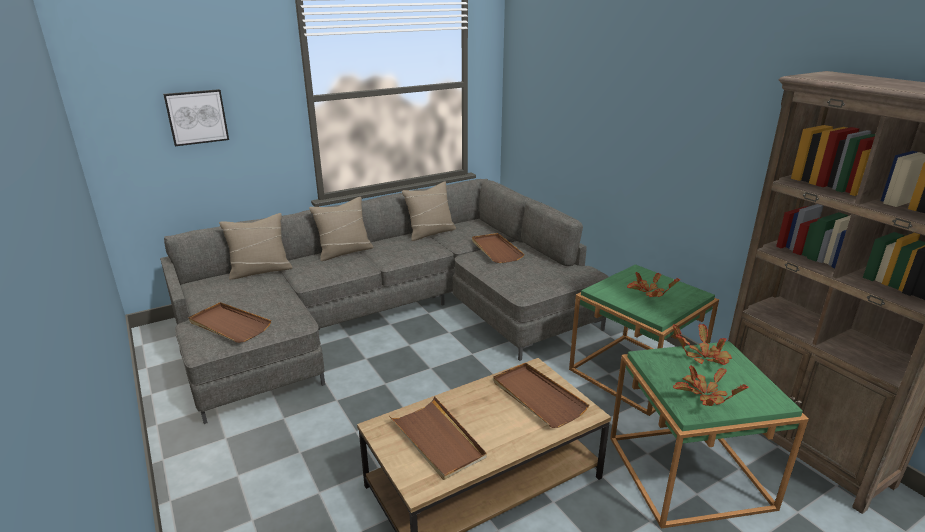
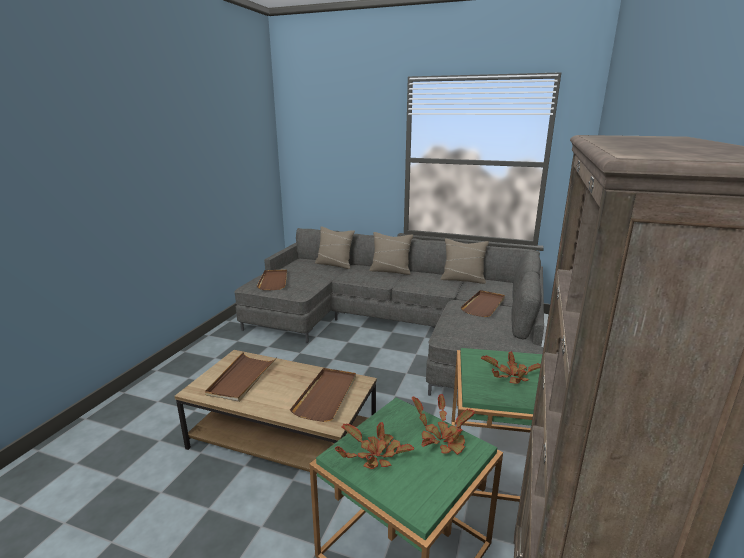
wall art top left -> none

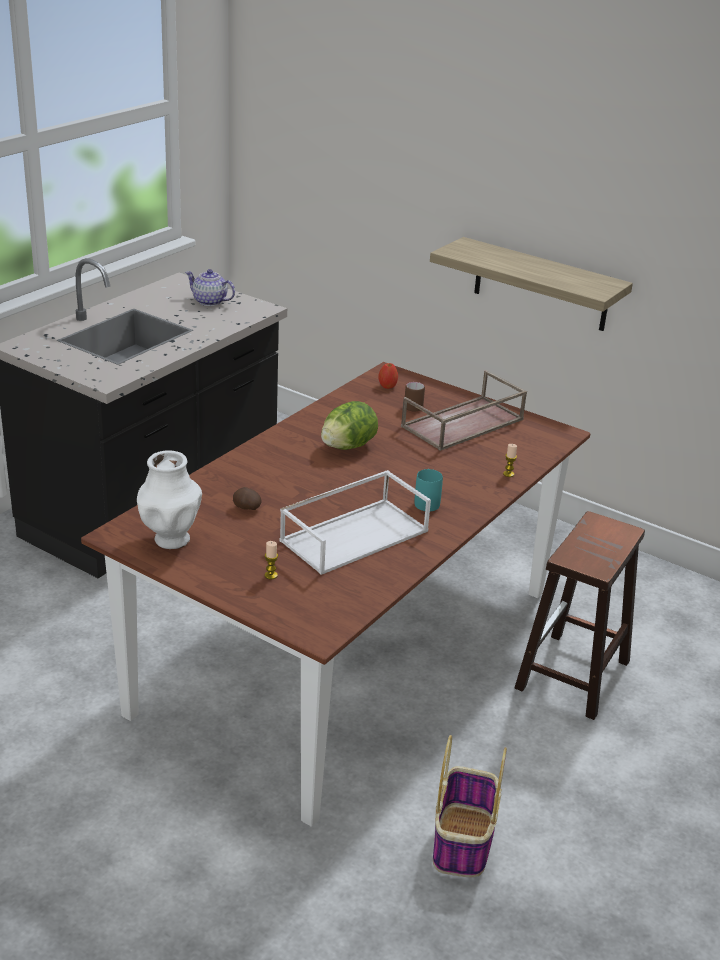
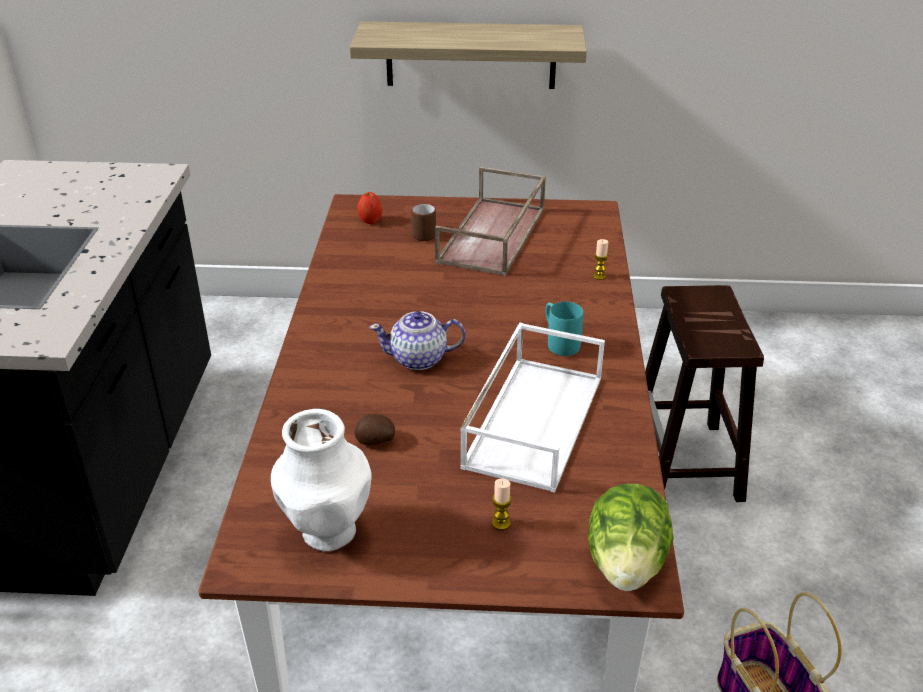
pot for tea top left -> pot for tea centre, relocated
lettuce head centre -> lettuce head bottom right, relocated

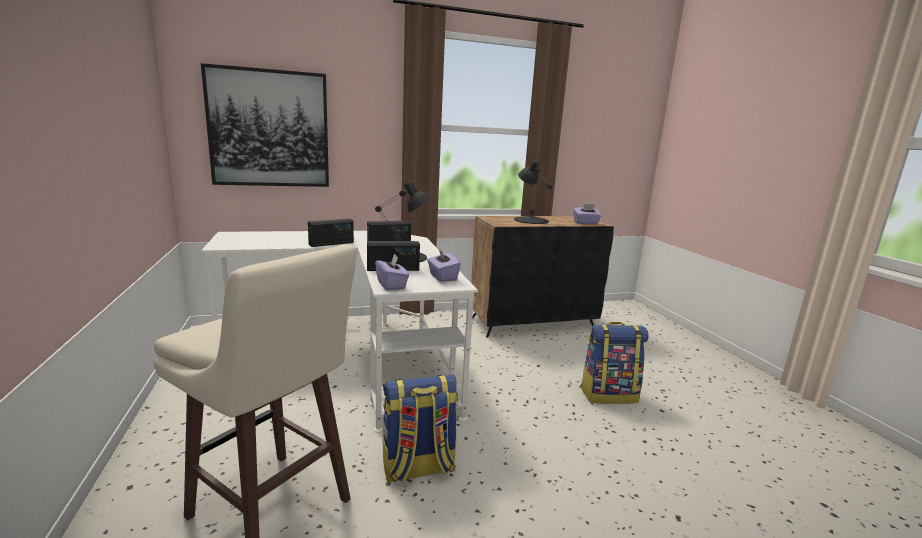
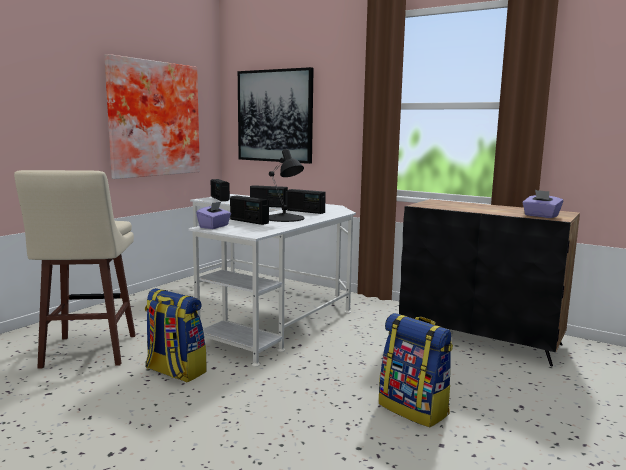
none -> wall art (no. 1 from left) top left
none -> radio set (no. 1 from left) centre
box of tissues (purple-coloured) (no. 2 from left) centre -> none
tabletop lamp (black) (no. 2 from left) centre -> none

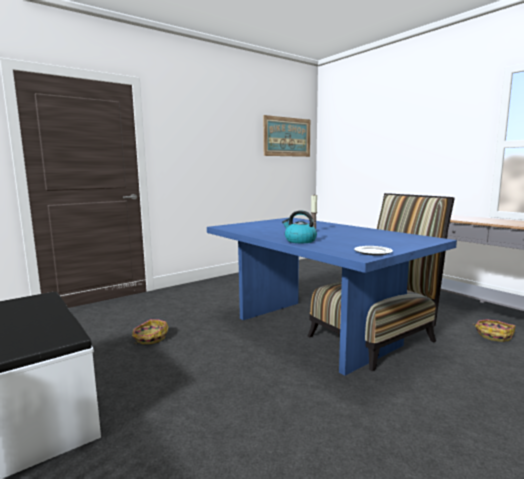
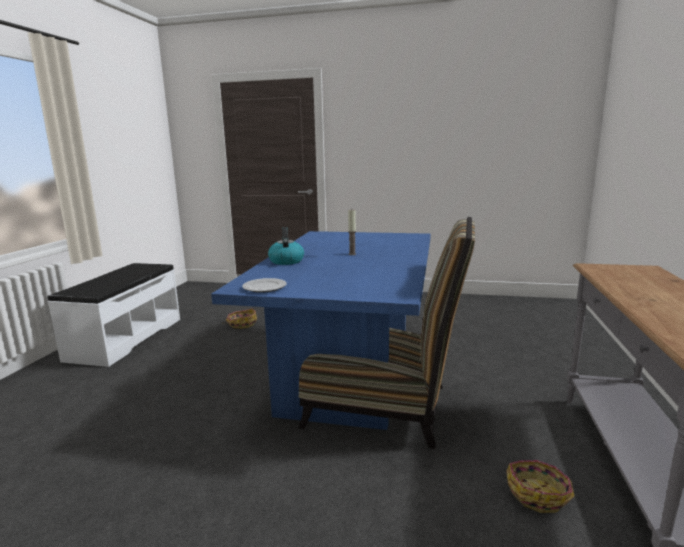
wall art top centre -> none

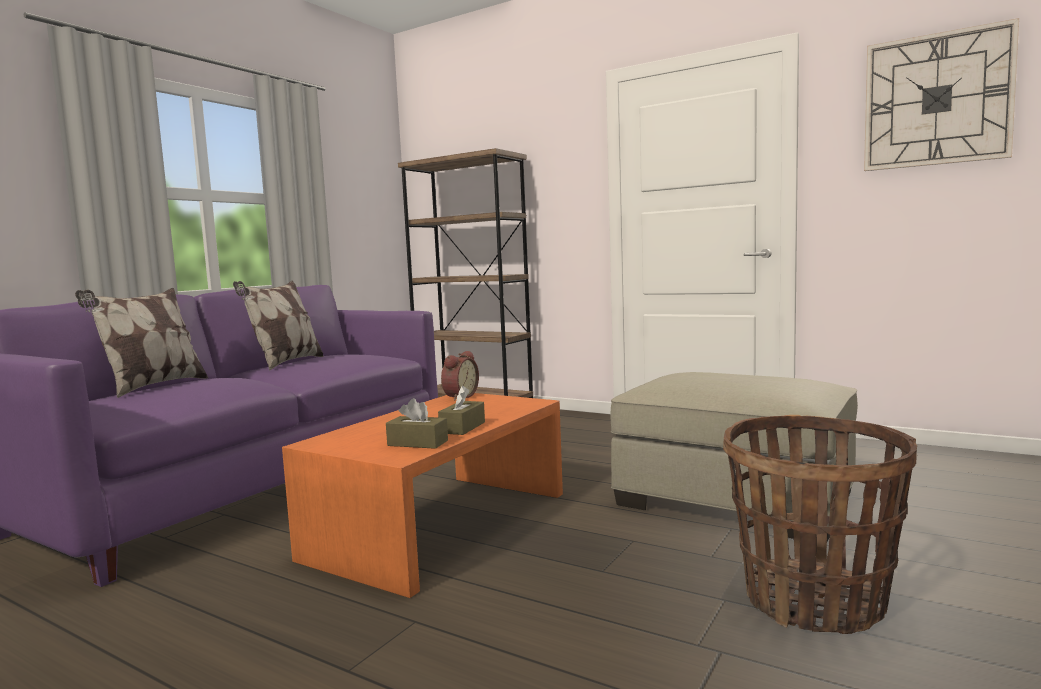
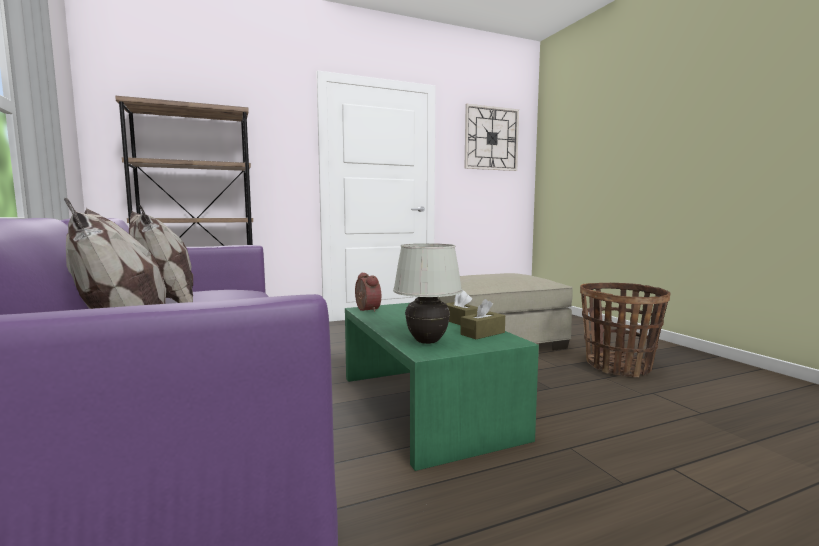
lounge table (orange) bottom centre -> lounge table (green-coloured) bottom centre
none -> tabletop lamp (white) centre

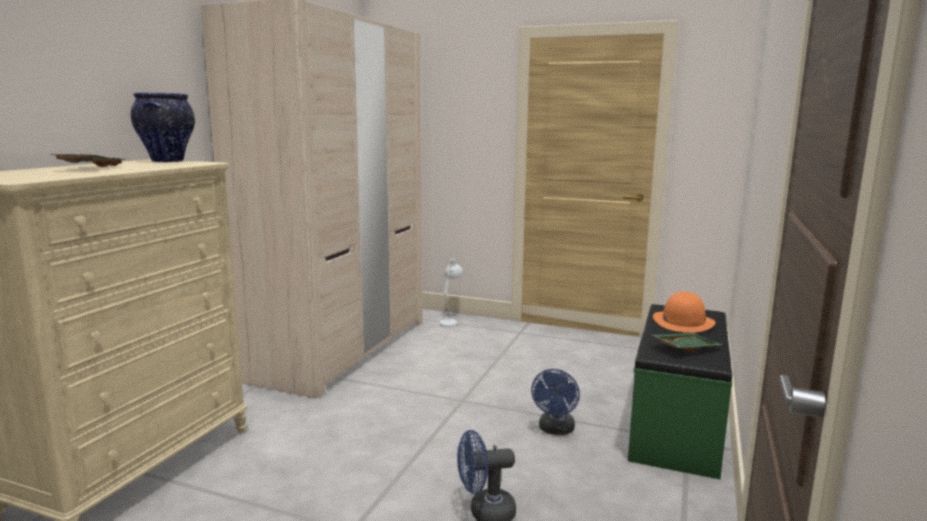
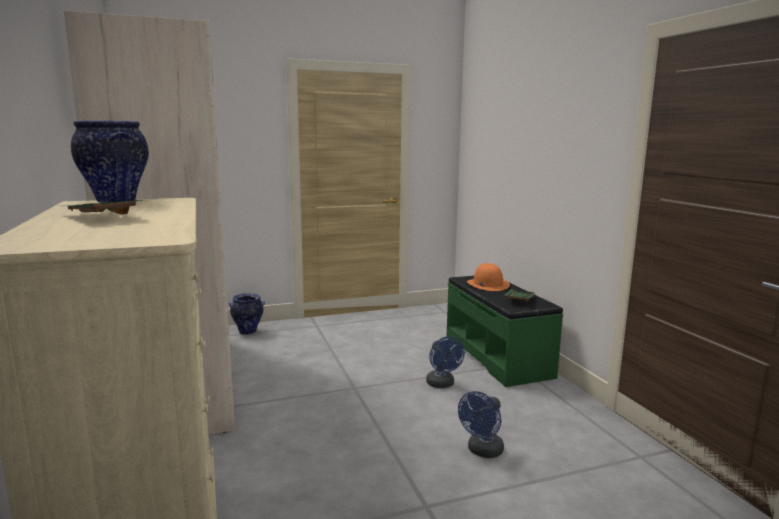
tabletop lamp (white) centre -> decorative vase (no. 2 from left) middle left

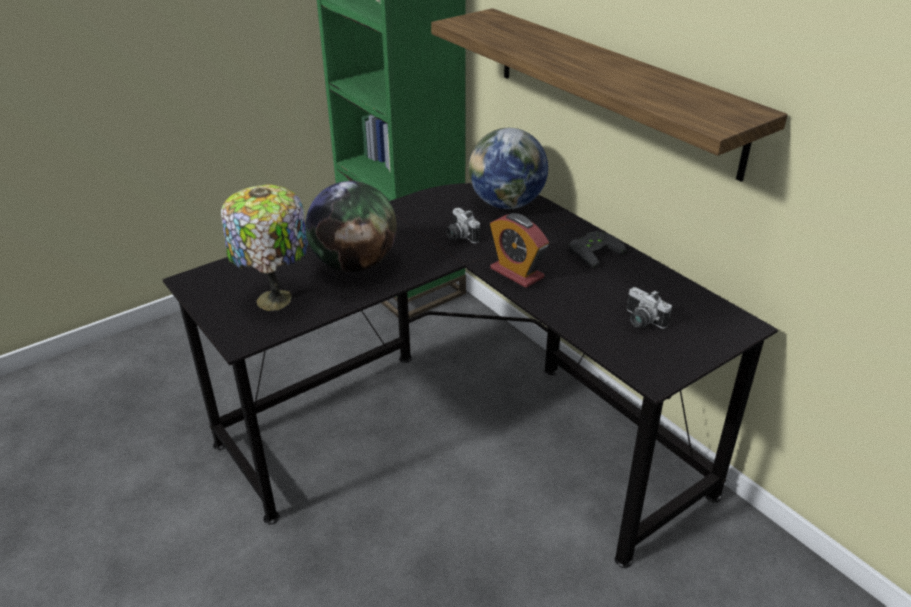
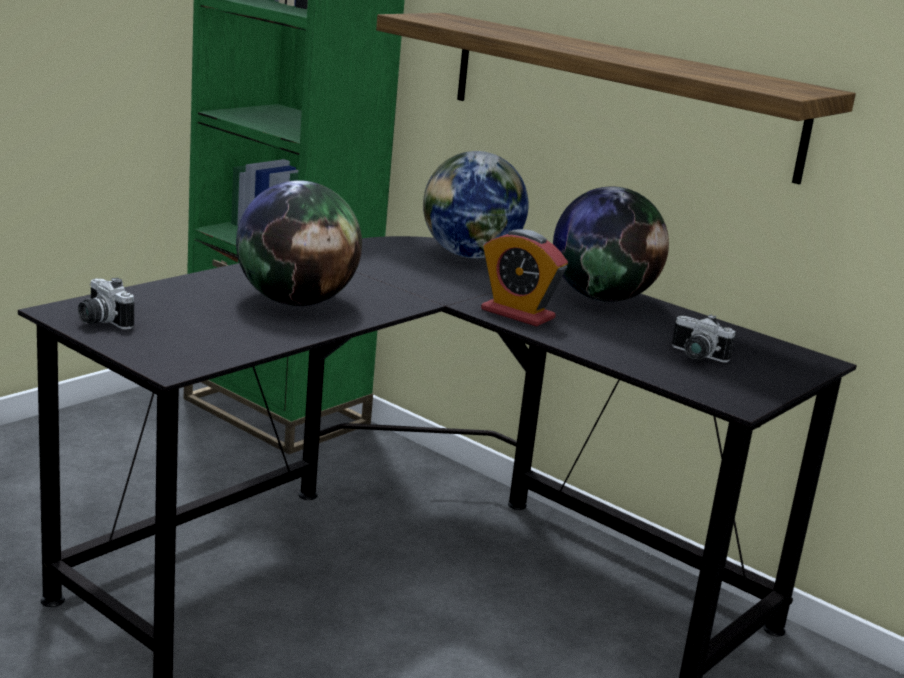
still camera (no. 1 from left) centre -> still camera (no. 1 from left) middle left, relocated
joypad (black) centre -> globe (no. 3 from left) middle right
tabletop lamp middle left -> none

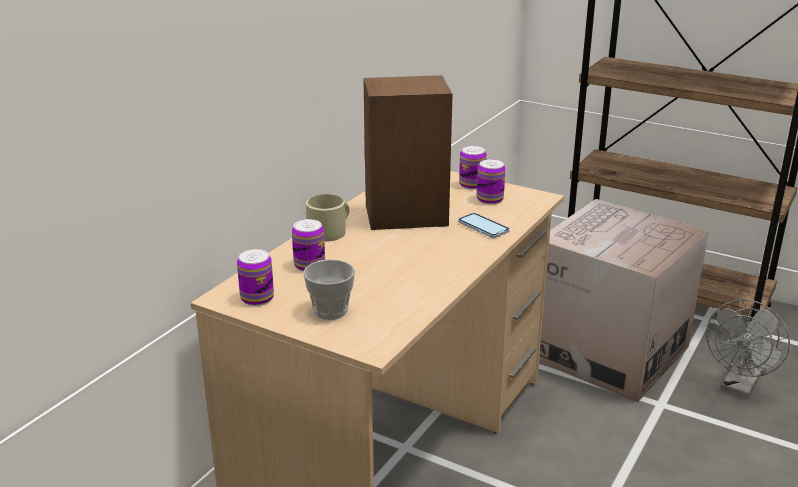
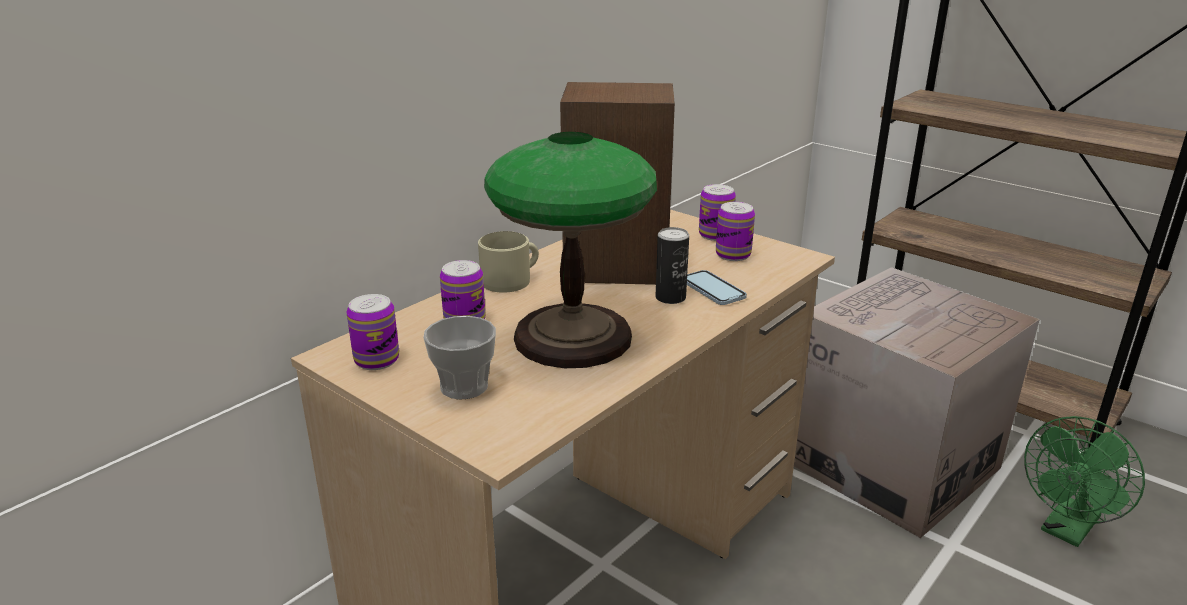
none -> tabletop lamp centre
none -> can (no. 3 from left) centre
cooling fan (gray) bottom right -> cooling fan (green-coloured) bottom right

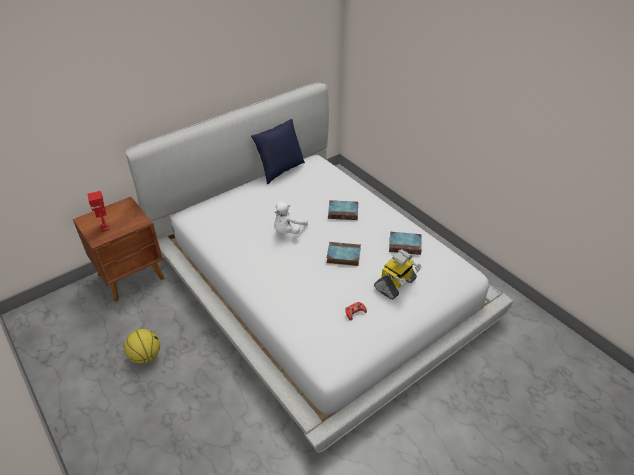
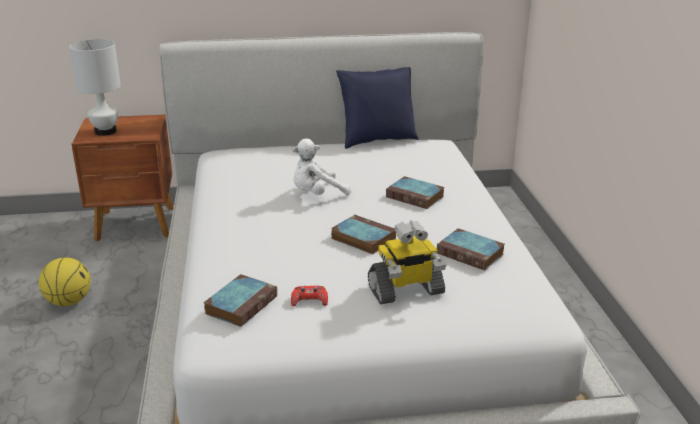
robot figure (no. 1 from left) middle left -> tabletop lamp (white) top left
none -> book (no. 1 from left) bottom centre

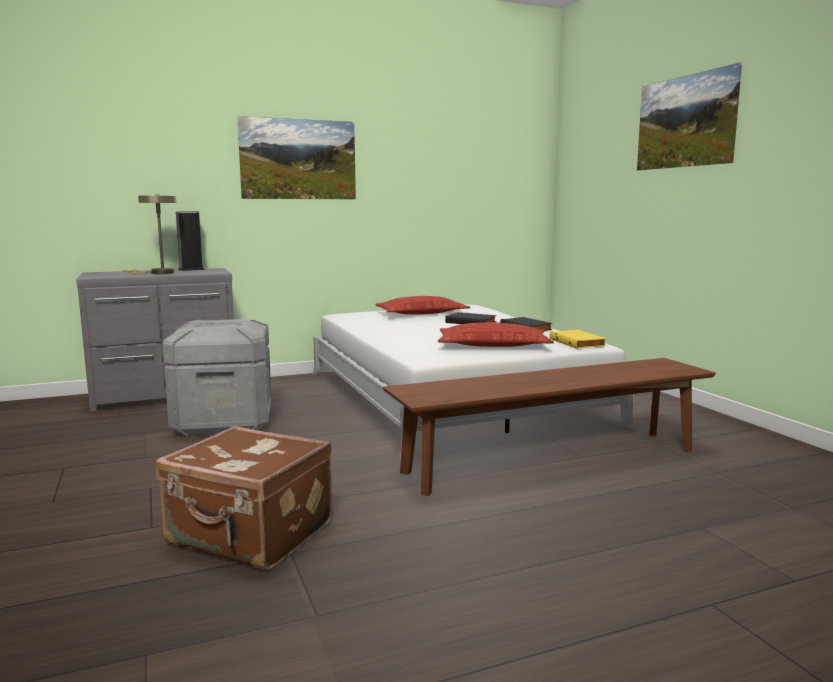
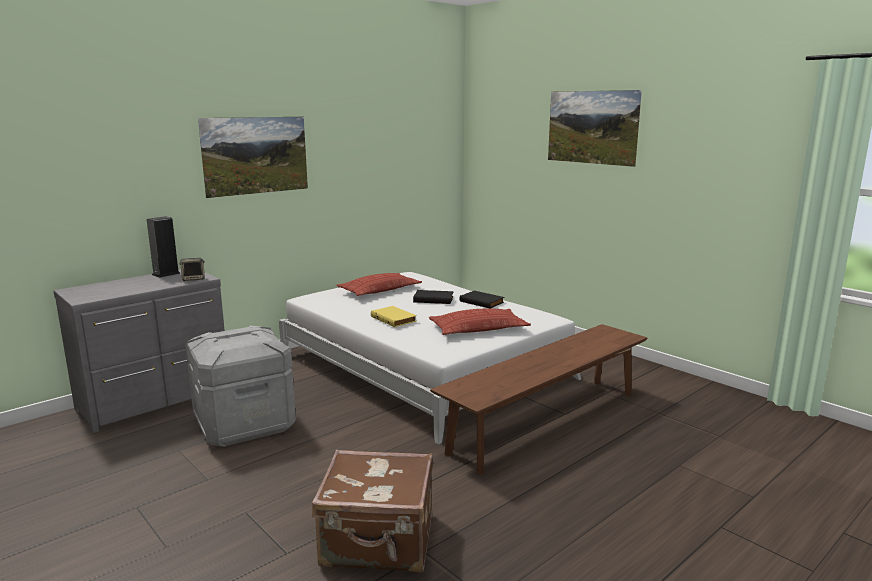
none -> speaker (no. 2 from left) middle left
book (yellow-coloured) middle right -> book (yellow-coloured) centre, relocated
tabletop lamp (beige) middle left -> none

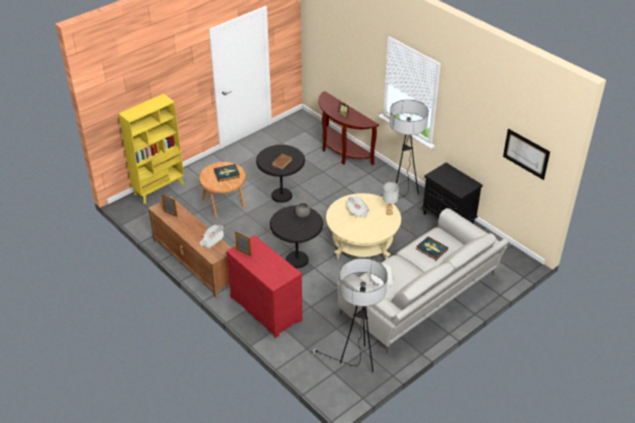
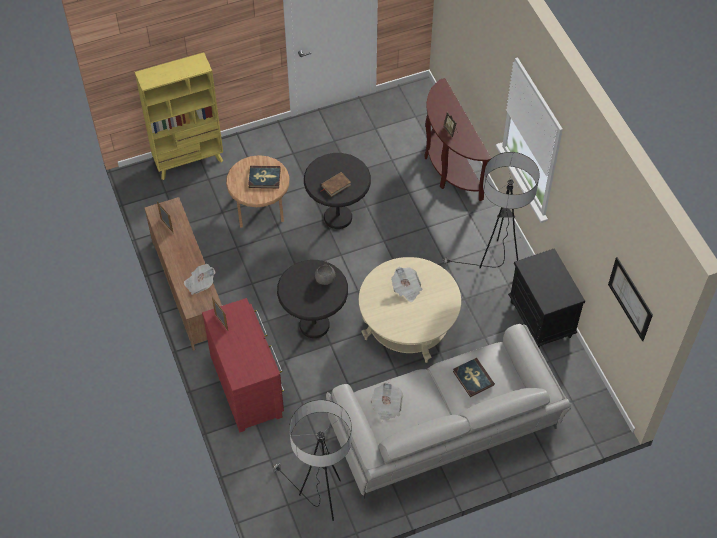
tabletop lamp (gray) centre -> none

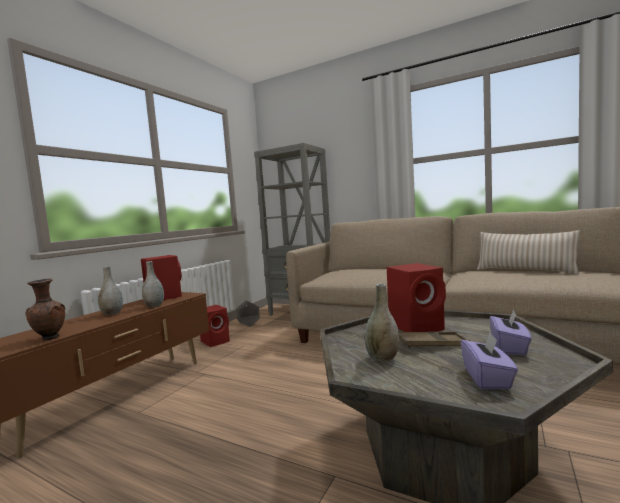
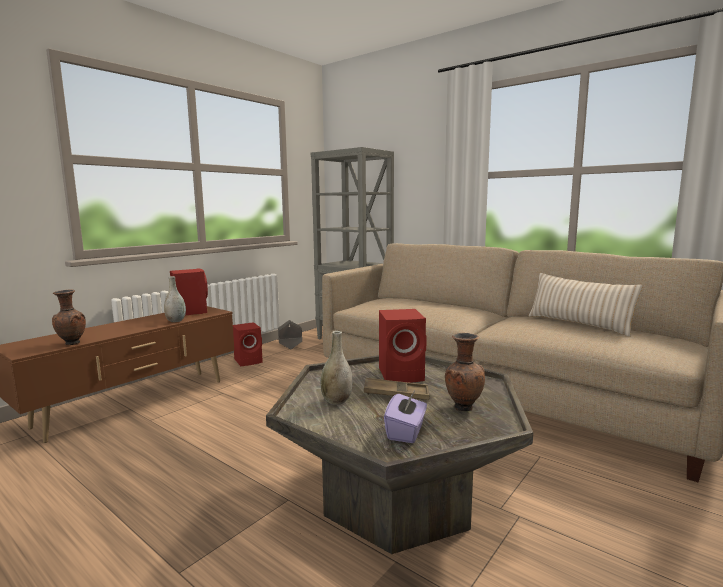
box of tissues (purple-coloured) (no. 2 from left) middle right -> decorative vase (brown-coloured) (no. 2 from left) centre
decorative vase (gray) (no. 1 from left) middle left -> none

